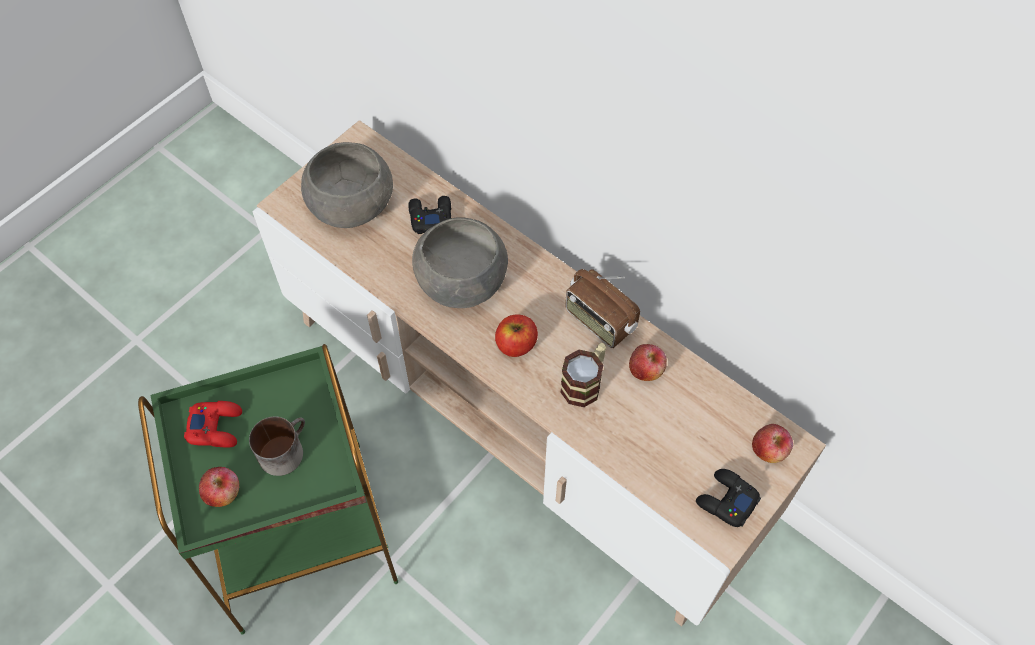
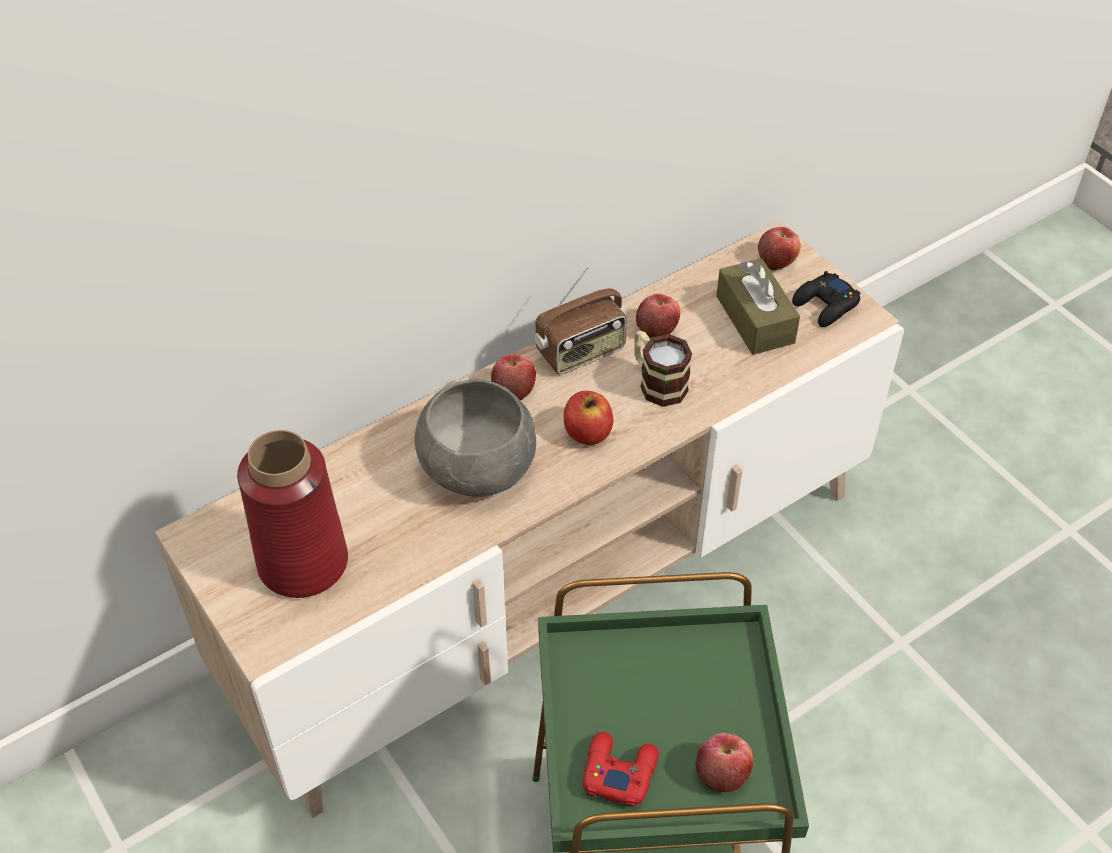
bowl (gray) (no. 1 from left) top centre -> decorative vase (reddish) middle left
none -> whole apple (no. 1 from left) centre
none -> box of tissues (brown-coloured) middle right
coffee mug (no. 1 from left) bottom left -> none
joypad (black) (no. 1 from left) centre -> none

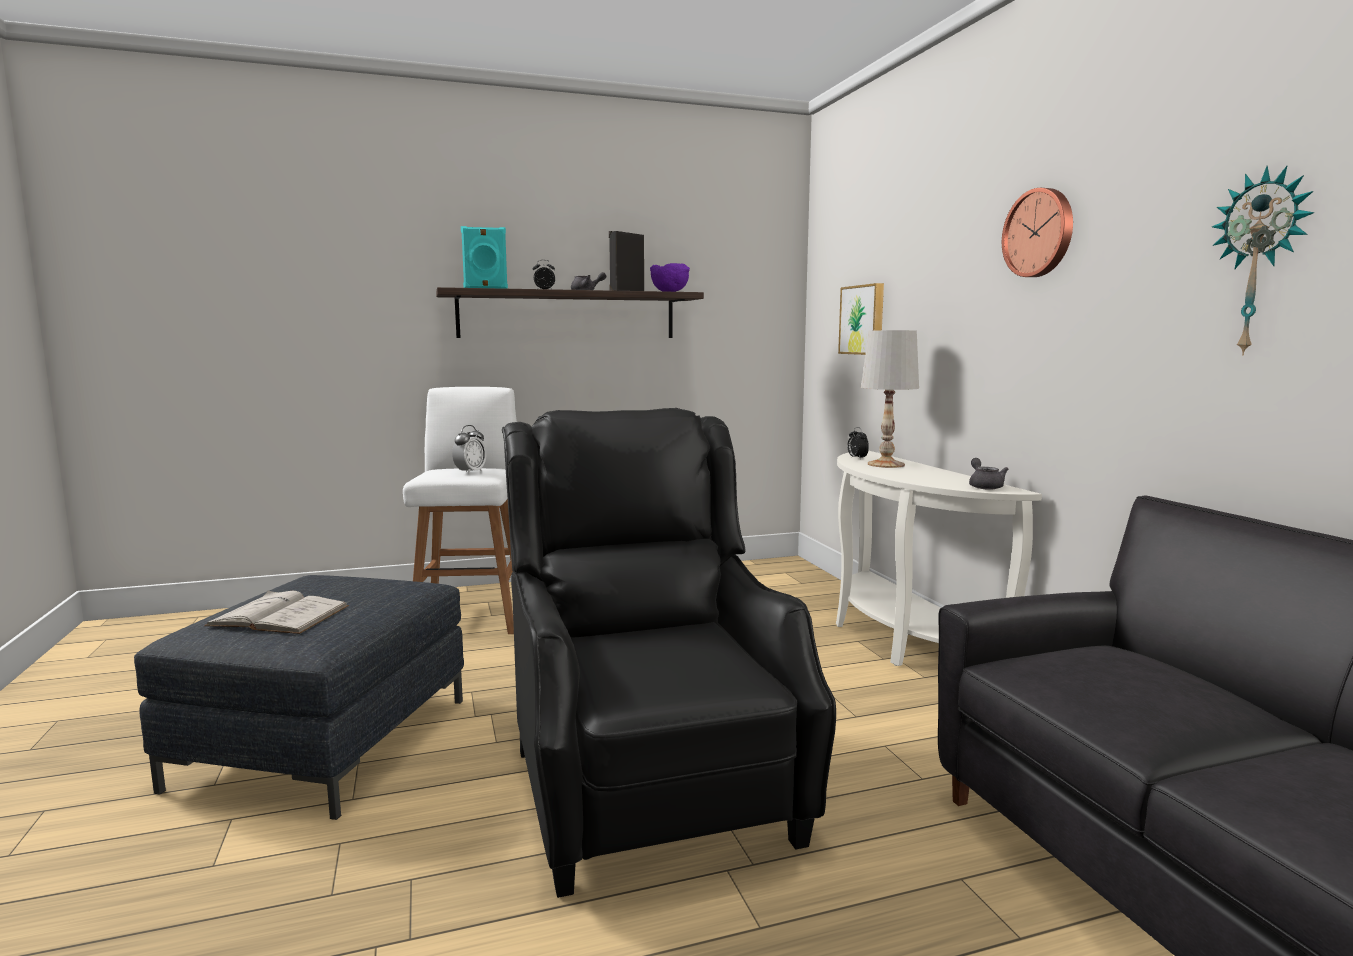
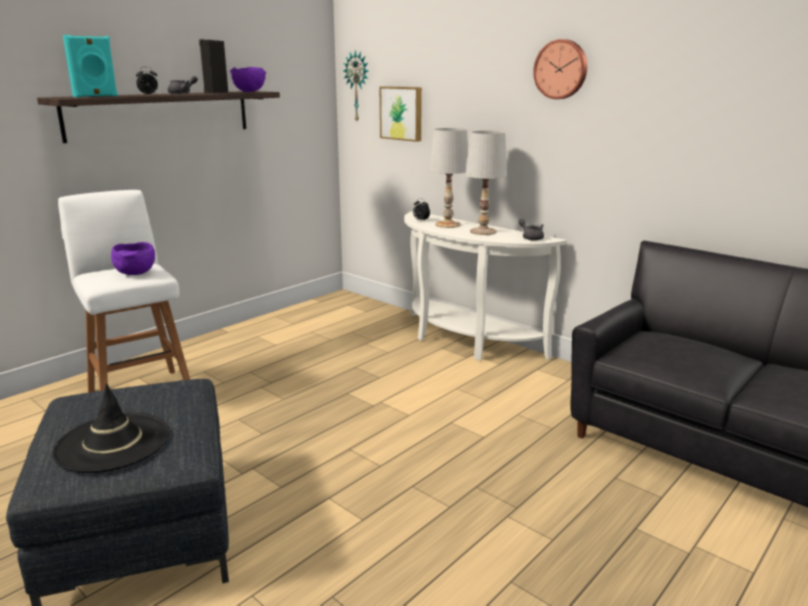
book (white) middle left -> hat (black) bottom left
alarm clock (no. 1 from left) centre -> bowl (purple-coloured) (no. 1 from left) middle left
hanging clock (no. 2 from left in the first image) top right -> hanging clock (no. 1 from left) top centre, relocated
none -> tabletop lamp (white) (no. 2 from left) top centre
armchair (black) bottom centre -> none

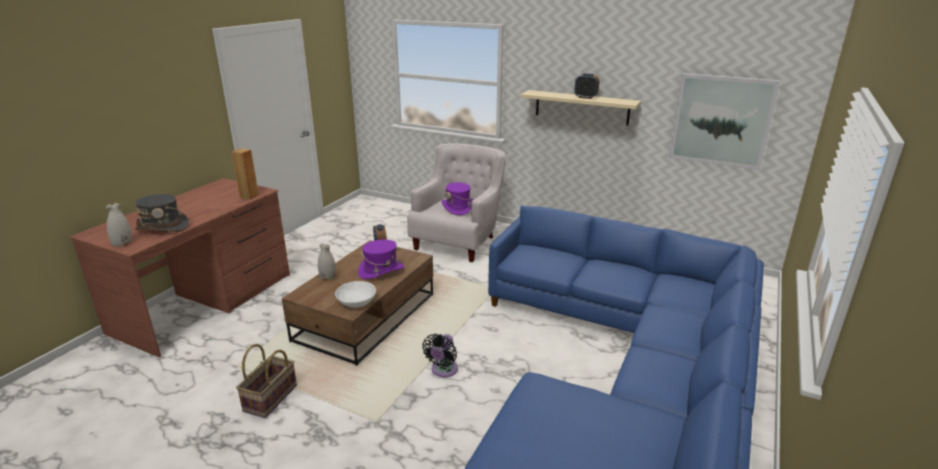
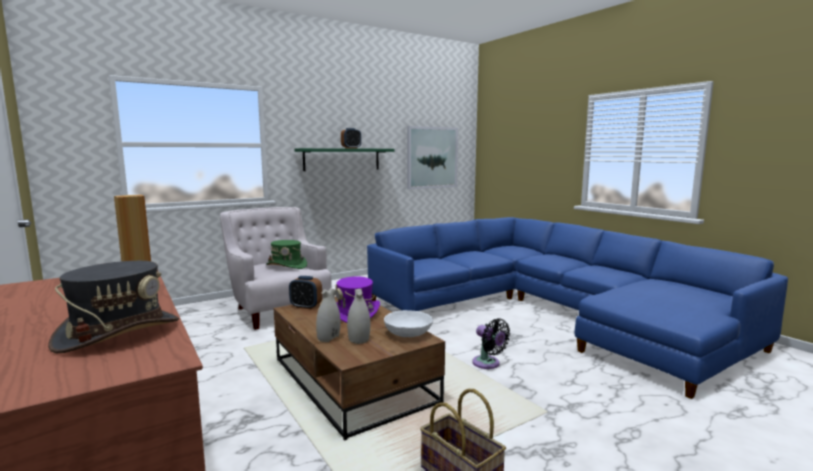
hat (purple-coloured) (no. 2 from left) centre -> hat (green-coloured) centre
shelf (beige) top centre -> shelf (green-coloured) centre
decorative vase (white) (no. 1 from left in the first image) middle left -> decorative vase (white) (no. 2 from left) bottom centre, relocated

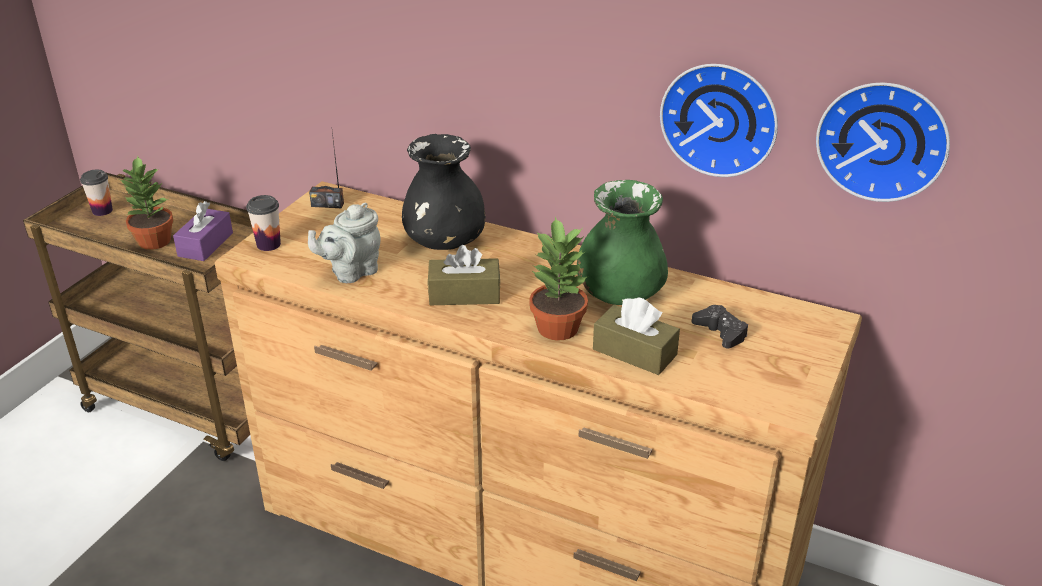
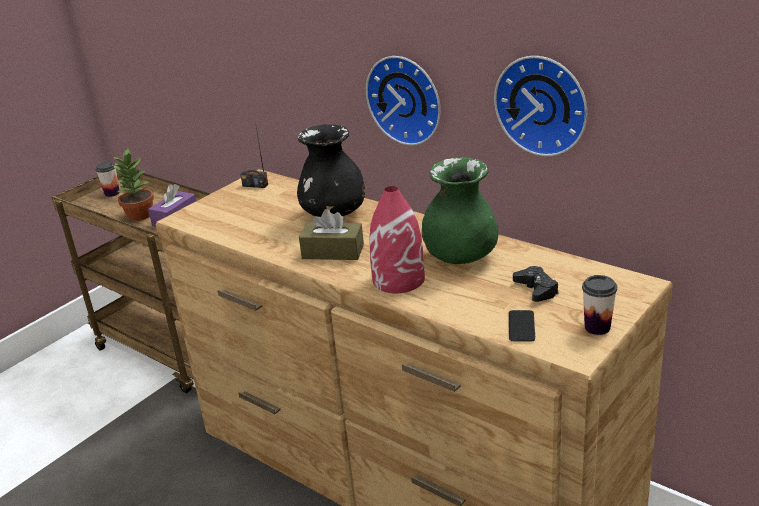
hanging clock (no. 2 from left in the first image) top right -> hanging clock (no. 1 from left) top centre, relocated
potted plant (no. 2 from left) centre -> decorative vase (reddish) centre
none -> handset middle right
drinking cup (no. 2 from left) middle left -> drinking cup (no. 2 from left) middle right, relocated
pot for tea (gray) middle left -> none
box of tissues (brown-coloured) (no. 2 from left) centre -> none

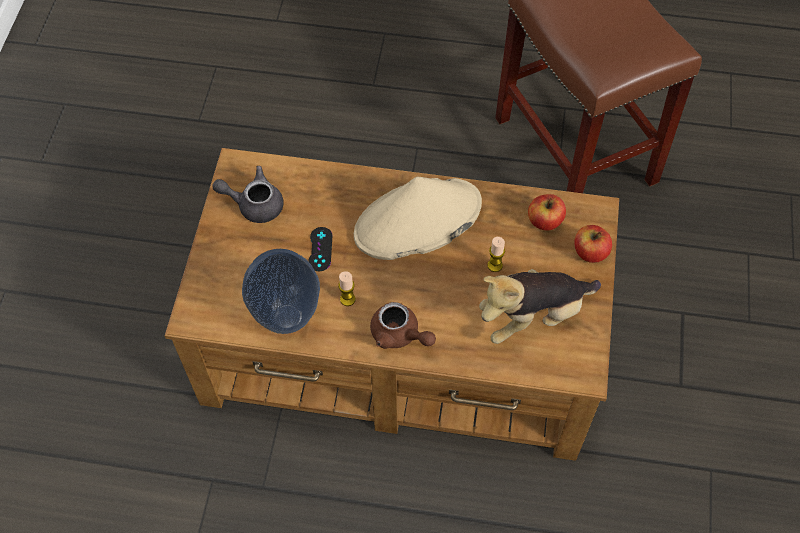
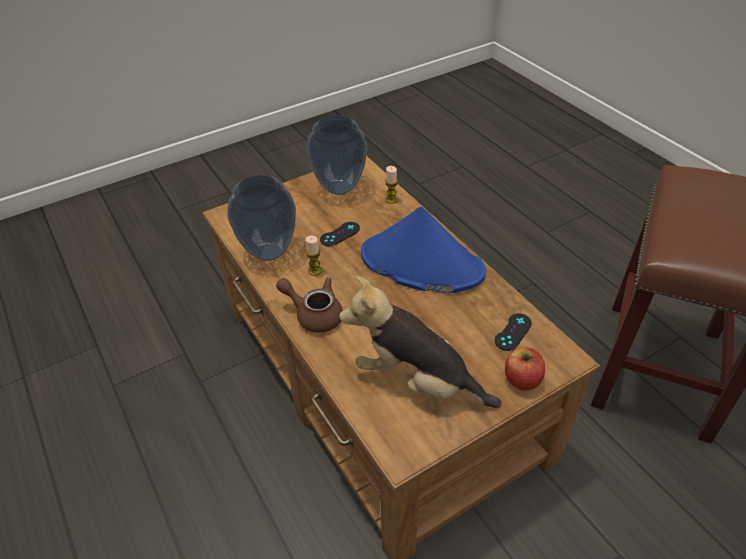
pot for tea (brown-coloured) centre, 120 degrees clockwise
pot for tea (gray) middle left -> decorative vase (no. 2 from left) top centre
hat (beige) centre -> hat (blue) centre
wax candle (no. 2 from left) centre -> wax candle (no. 2 from left) top centre, relocated
whole apple (no. 1 from left) middle right -> joypad (black) (no. 2 from left) middle right

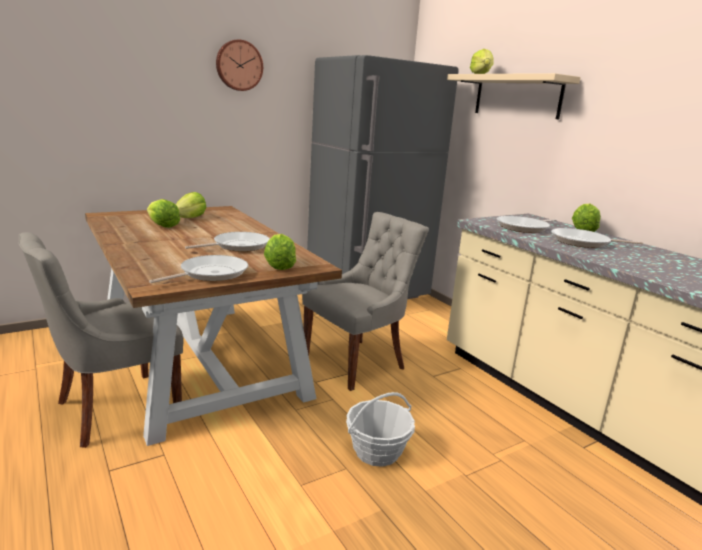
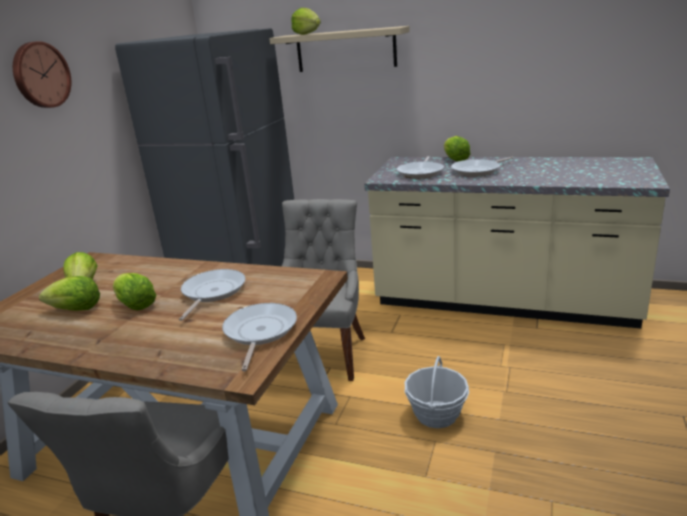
lettuce head (no. 3 from left) centre -> lettuce head (no. 3 from left) middle left, relocated

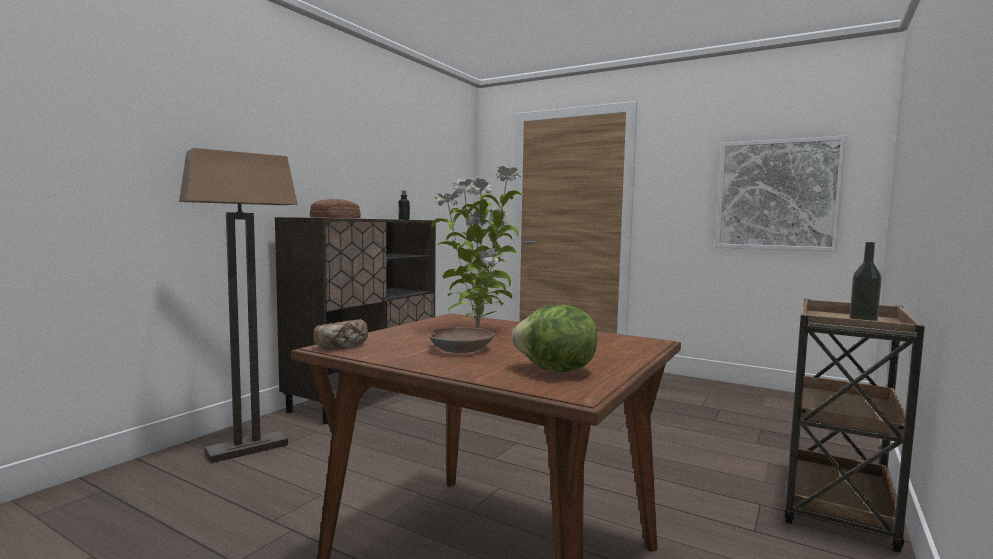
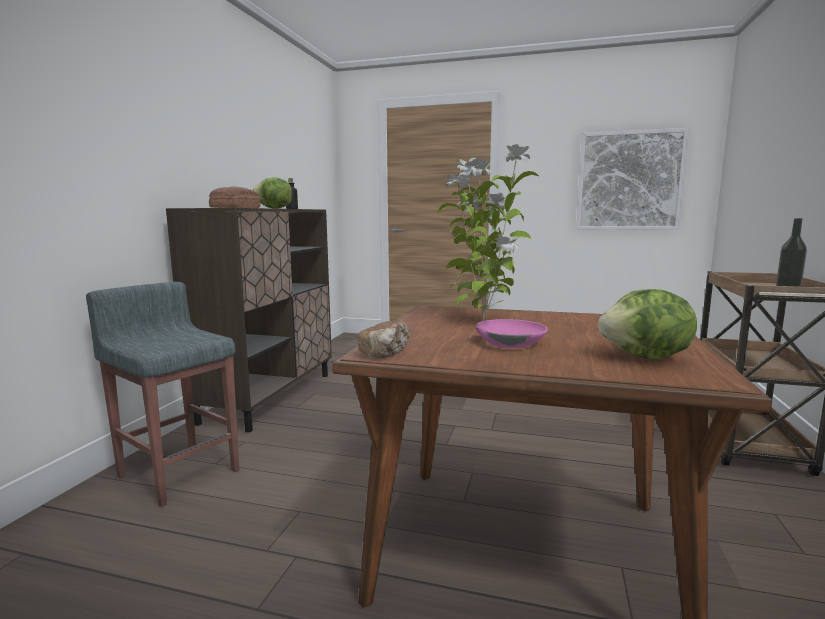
standard lamp middle left -> sitting stool (gray) middle left
none -> lettuce head (no. 1 from left) top left
bowl (brown-coloured) centre -> bowl (pink-coloured) centre

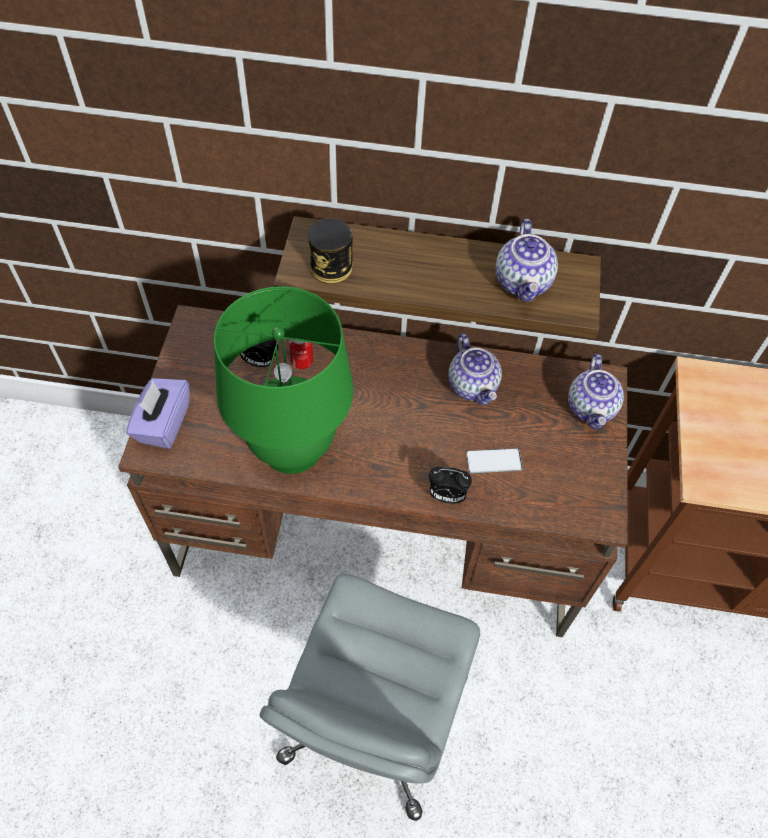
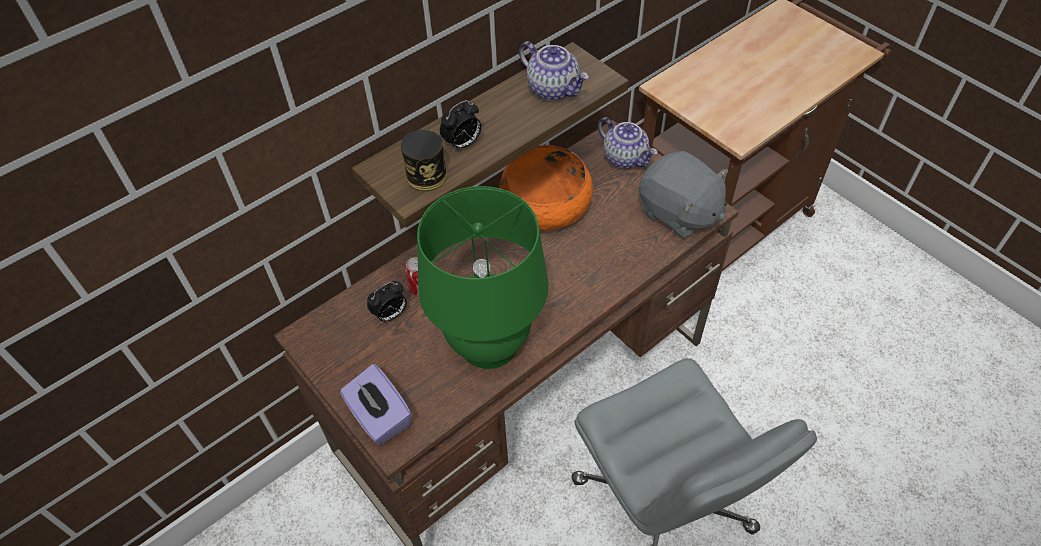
alarm clock (no. 2 from left) centre -> alarm clock (no. 2 from left) top centre, relocated
pot for tea (no. 1 from left) centre -> bowl (orange) centre
none -> plush toy (gray) centre
handset centre -> none

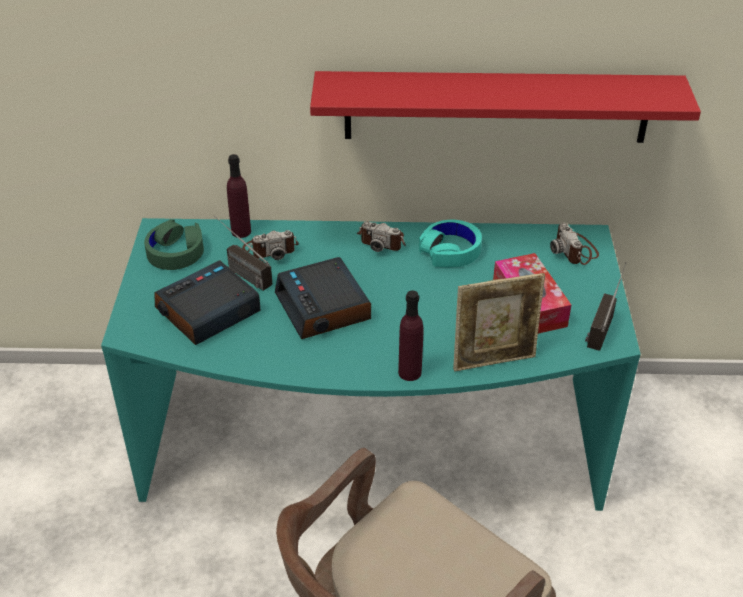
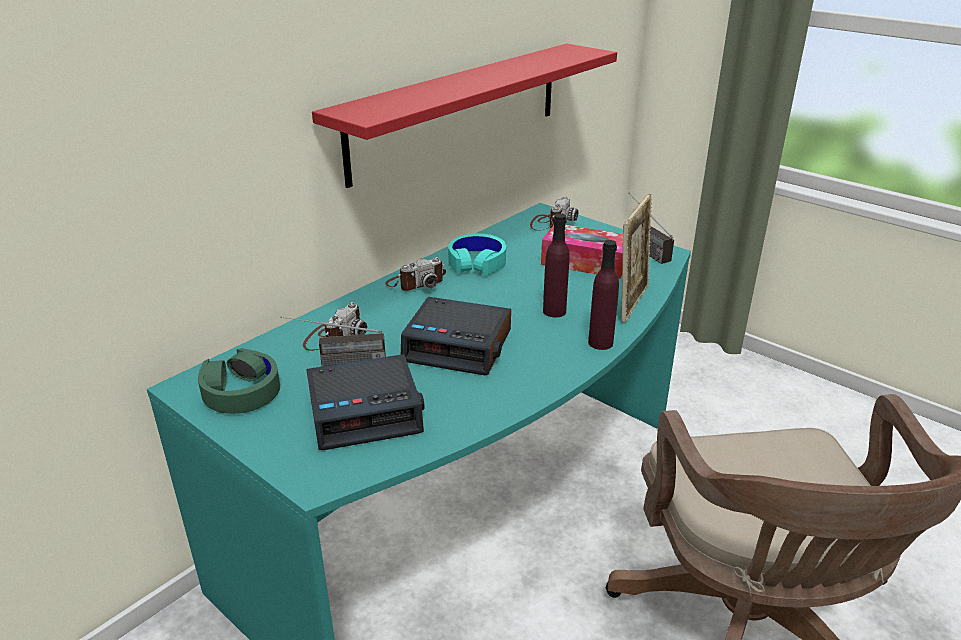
alarm clock (no. 1 from left) middle left -> alarm clock (no. 1 from left) centre, 105 degrees counterclockwise
still camera (no. 3 from left) middle right -> still camera (no. 3 from left) top centre, 90 degrees counterclockwise
bottle (purple-coloured) (no. 1 from left) top left -> bottle (purple-coloured) (no. 1 from left) centre, relocated

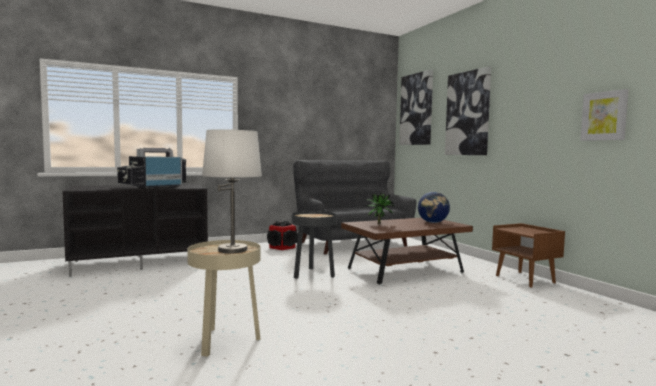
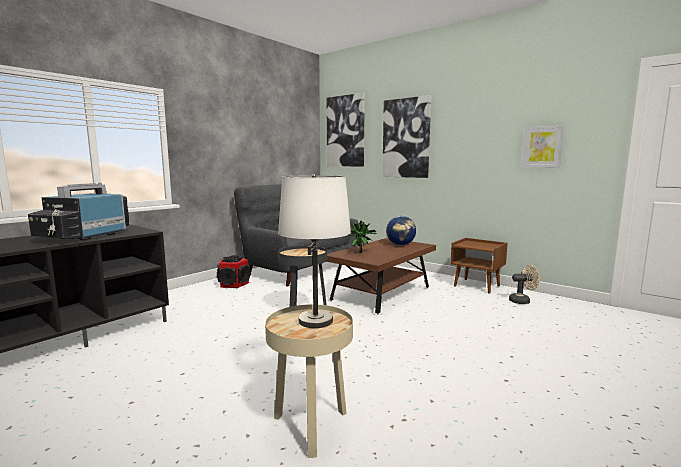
none -> cooling fan (beige) middle right

